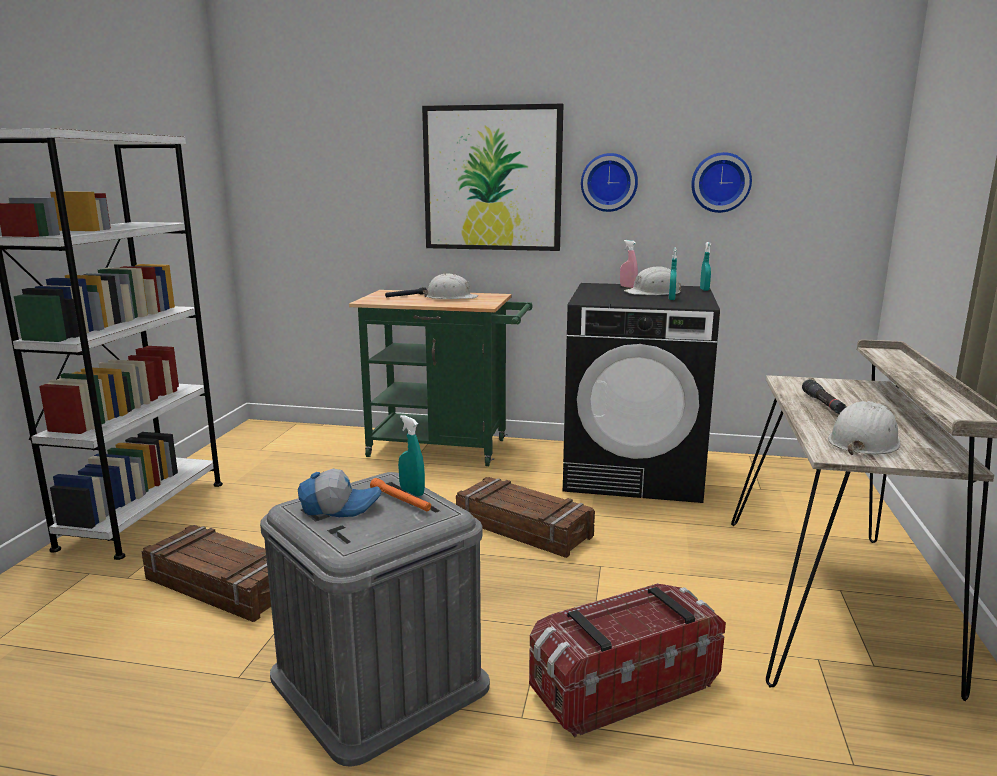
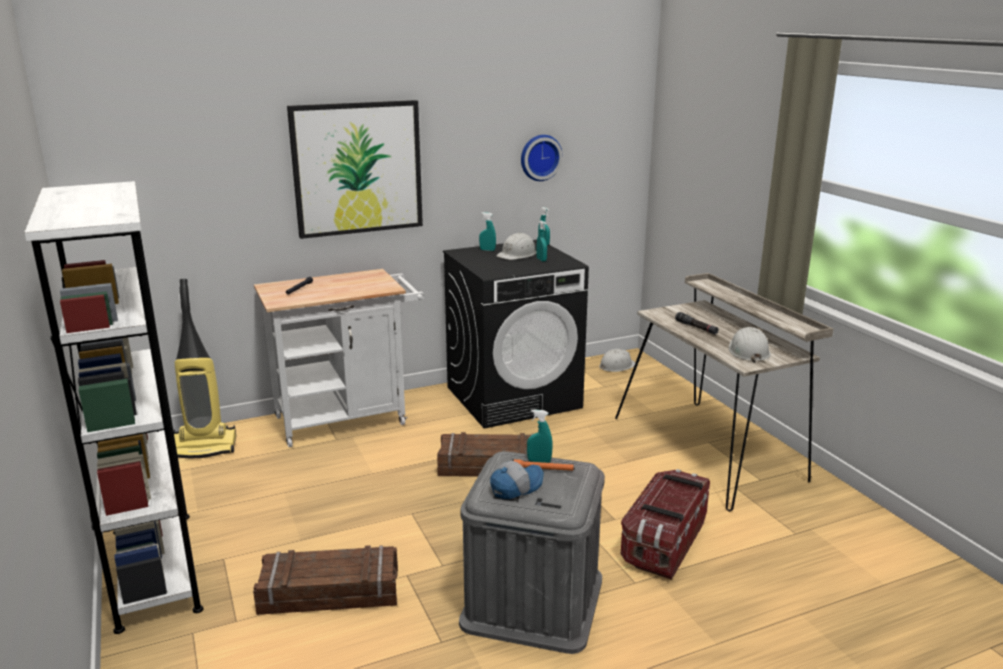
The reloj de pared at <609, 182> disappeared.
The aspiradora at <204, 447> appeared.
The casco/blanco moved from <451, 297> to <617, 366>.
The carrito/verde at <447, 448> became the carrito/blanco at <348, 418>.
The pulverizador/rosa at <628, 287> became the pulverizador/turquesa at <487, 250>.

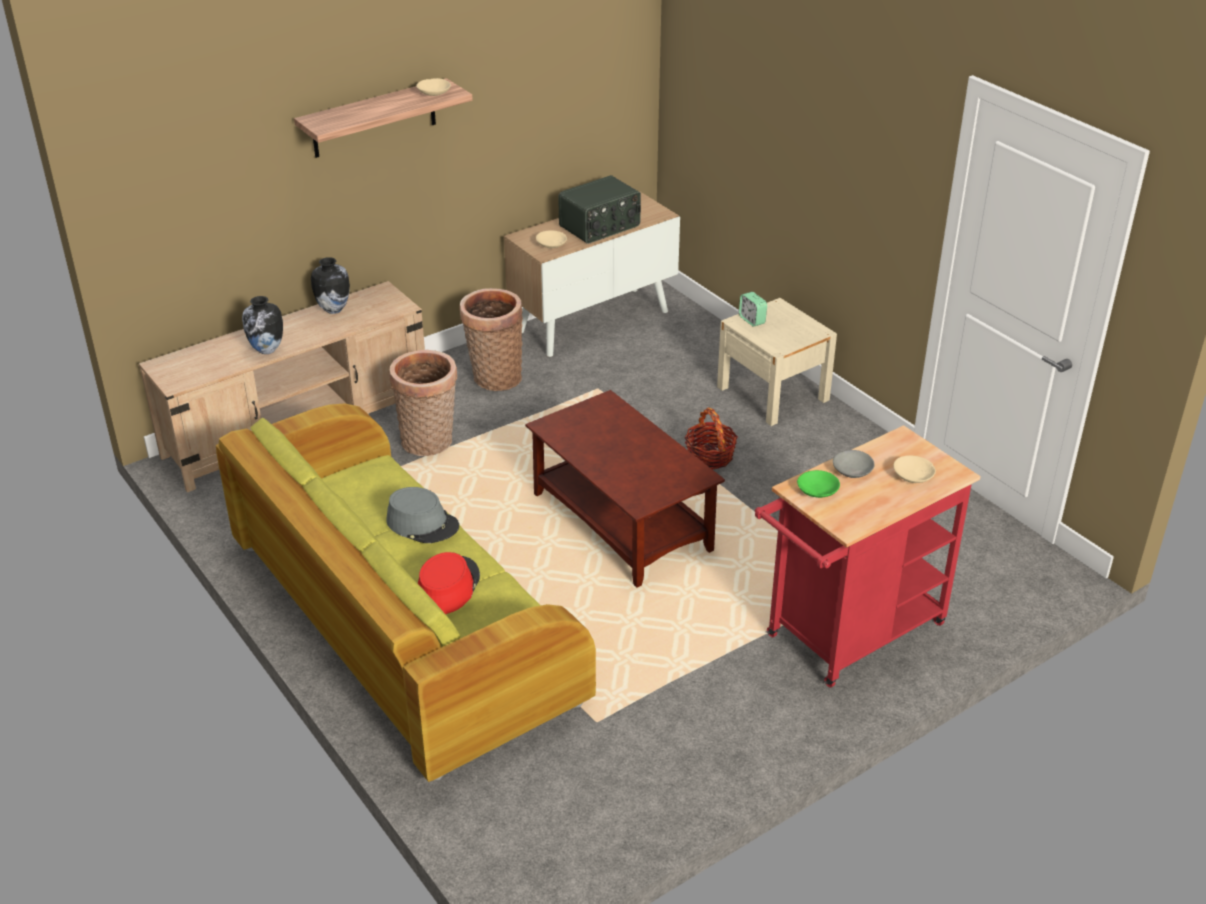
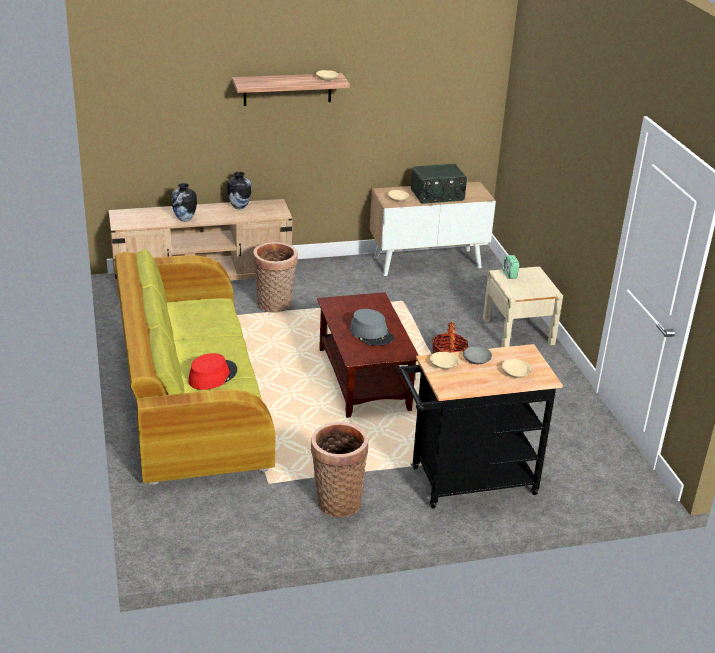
The sombrero/gris moved from <423, 523> to <372, 334>.
The cesta moved from <494, 377> to <336, 501>.
The carrito/rojo at <847, 636> became the carrito/negro at <465, 483>.
The cuenco/verde at <817, 491> became the cuenco/beis at <443, 365>.

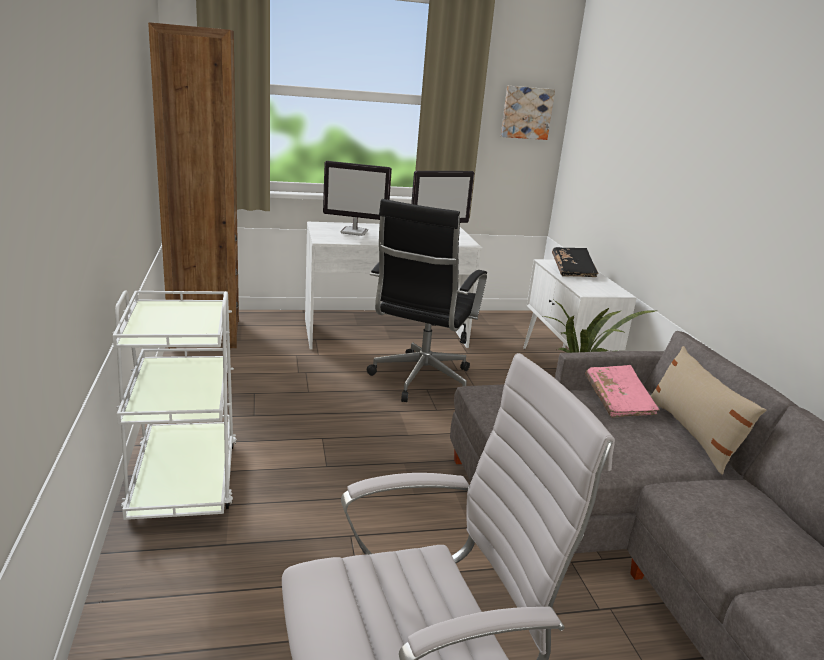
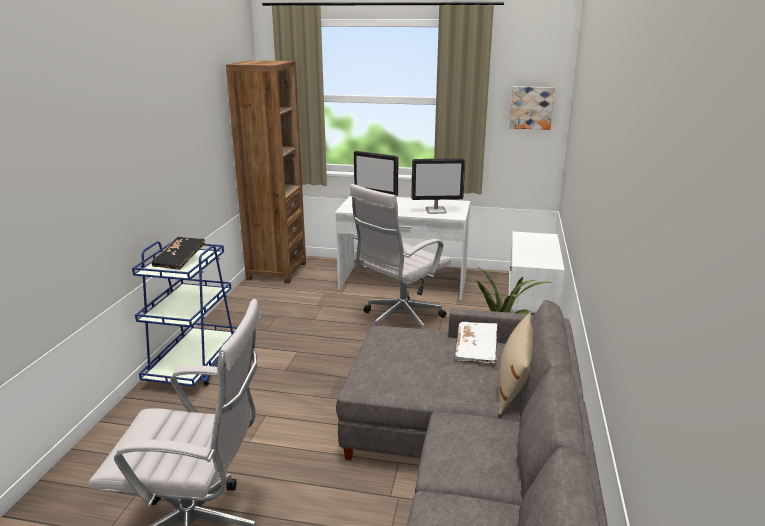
The libro/negro moved from <573, 270> to <180, 261>.
The carrito/blanco at <184, 480> became the carrito/azul at <195, 364>.
The silla de oficina/negro at <420, 382> became the silla de oficina/blanco at <399, 321>.
The libro/rosa at <618, 401> became the libro/blanco at <476, 351>.

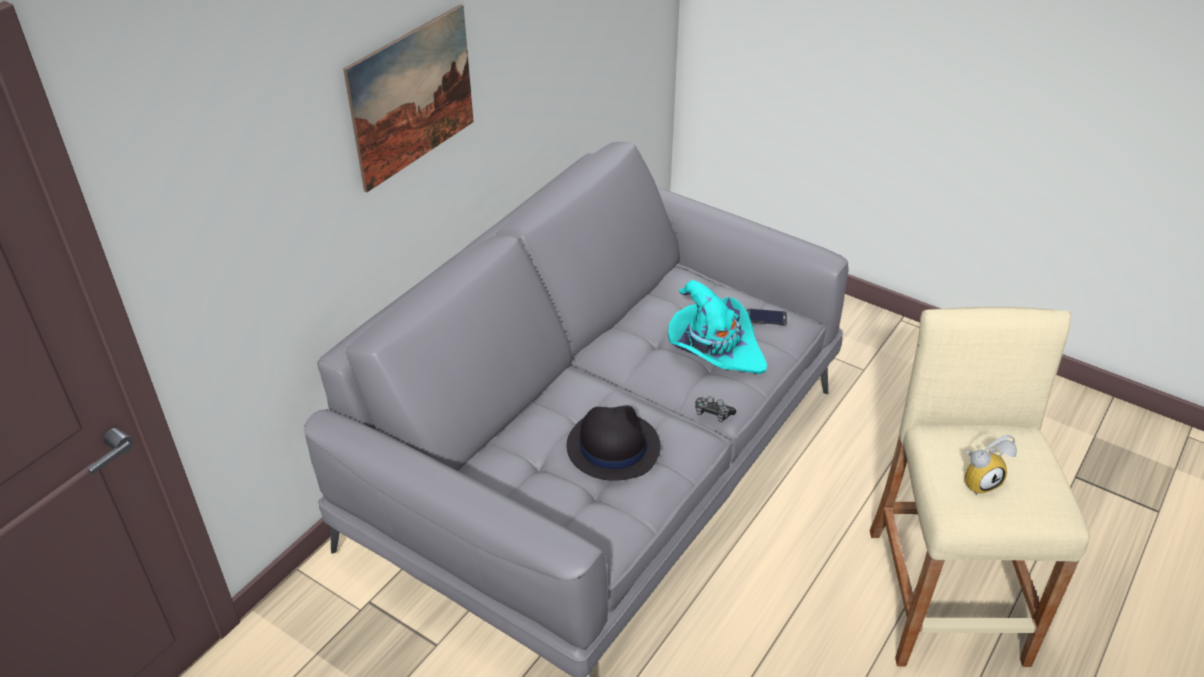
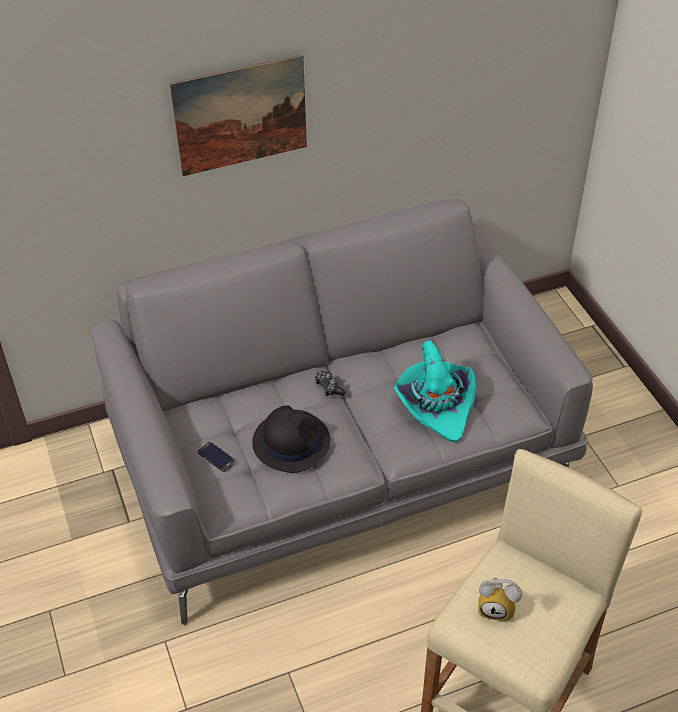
The mando de consola moved from <713, 413> to <328, 387>.
The móvil moved from <766, 317> to <216, 457>.

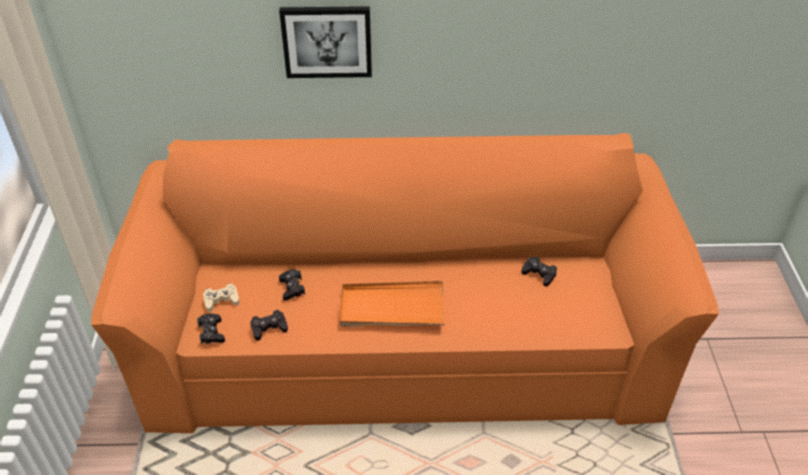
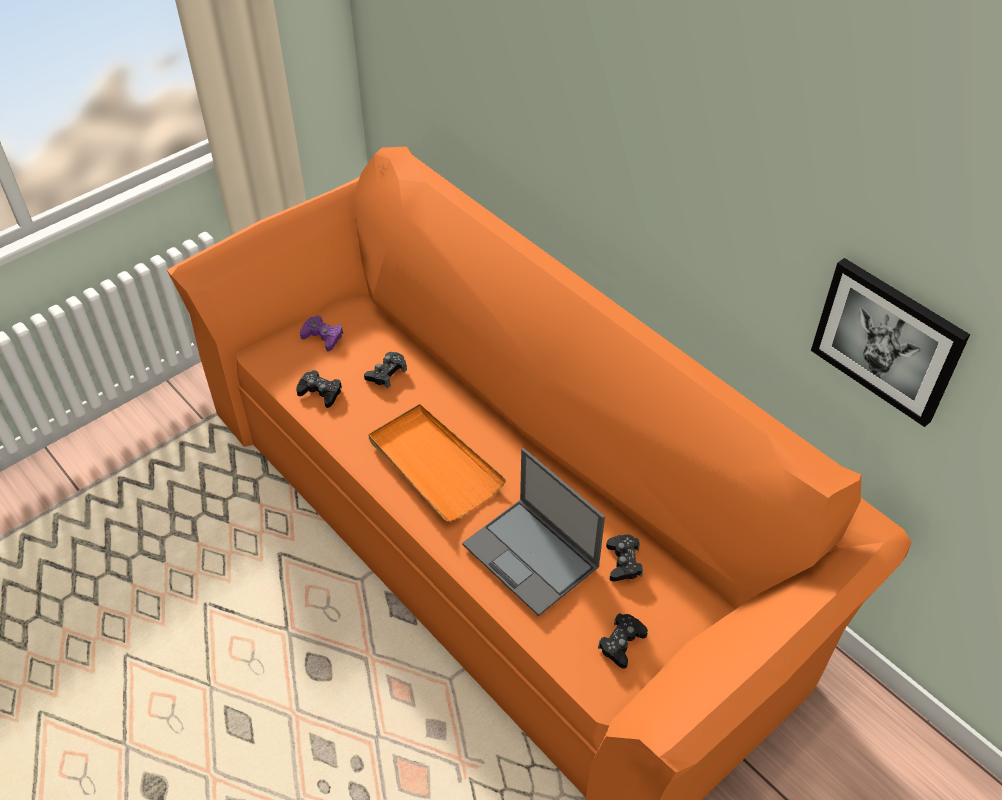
The portátil at <532, 556> appeared.
The mando de consola/negro moved from <211, 332> to <621, 643>.
The cuadro moved from <327, 41> to <888, 340>.
The mando de consola/beis at <221, 300> became the mando de consola/morado at <322, 337>.

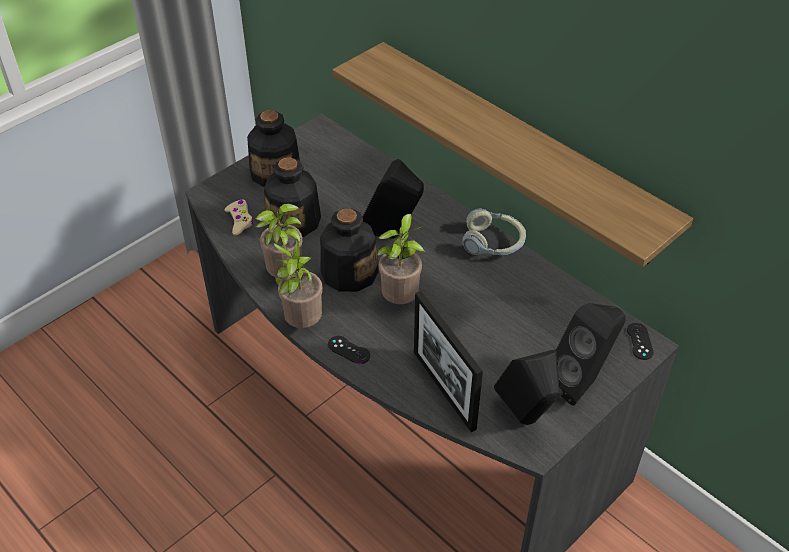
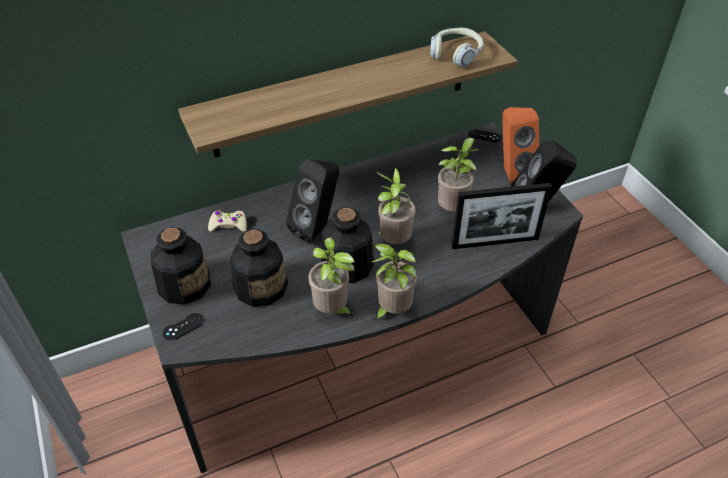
The planta en maceta at <453, 209> appeared.
The mando de consola/beis moved from <240, 220> to <228, 225>.
The mando de consola/negro moved from <349, 350> to <183, 326>.
The auriculares moved from <494, 243> to <456, 54>.
The altavoz/negro at <581, 383> became the altavoz/naranja at <511, 173>.

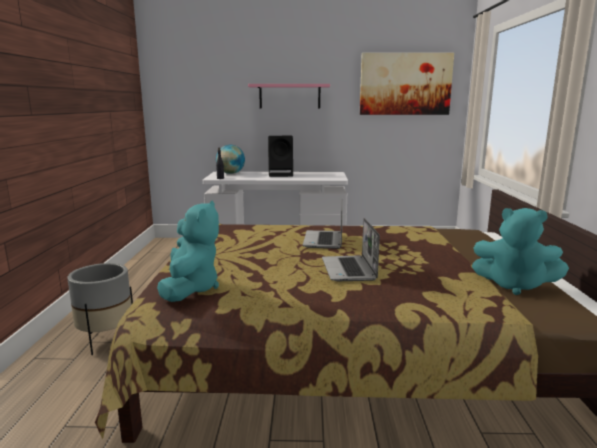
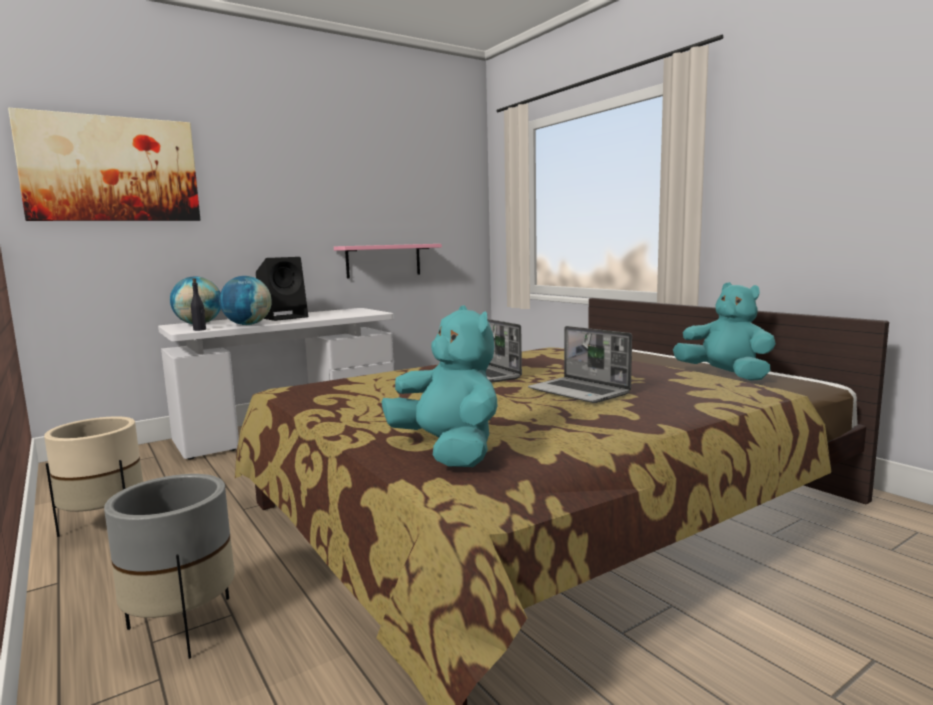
The maceta/beis at <105, 525> appeared.
The globo terráqueo at <248, 324> appeared.
The estante/rosa moved from <289, 96> to <383, 260>.
The cuadro moved from <405, 84> to <112, 169>.
The peluche/turquesa at <514, 285> turned 120 degrees counterclockwise.

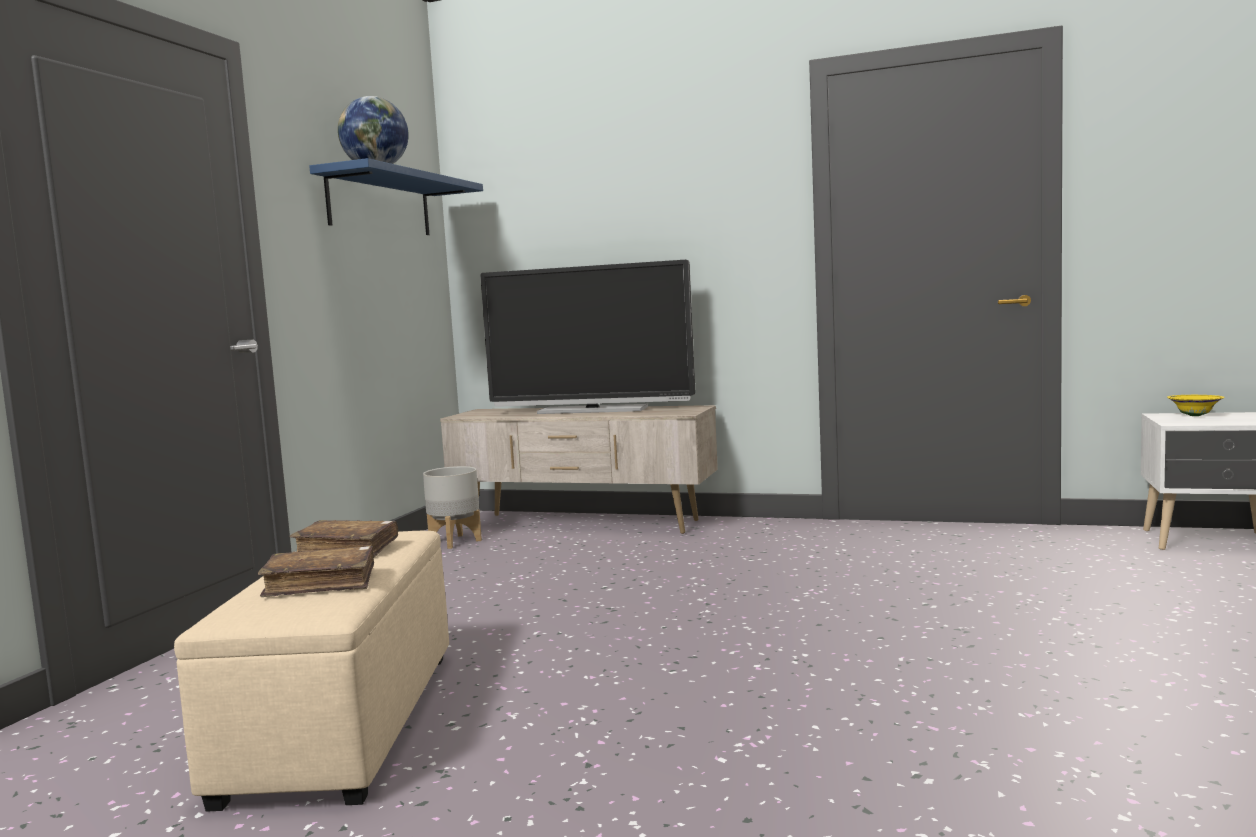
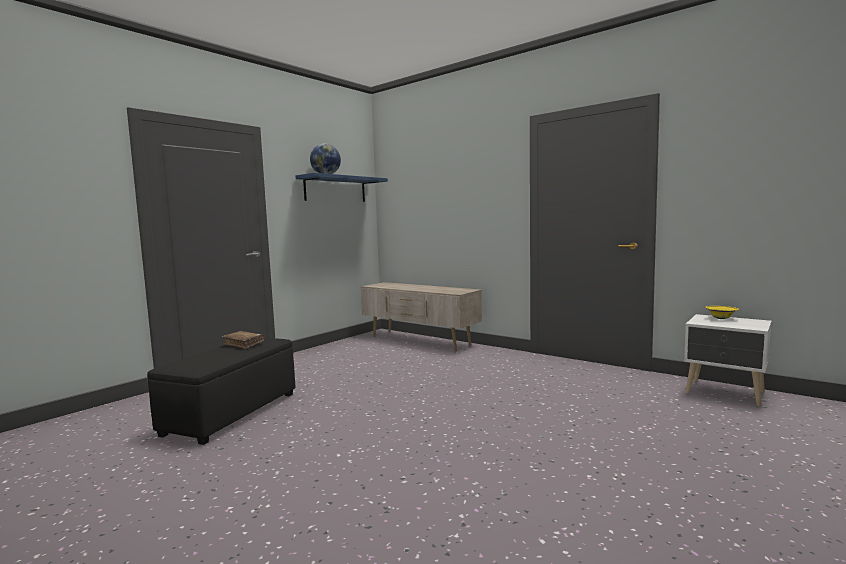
The libro/marrón at <321, 584> disappeared.
The maceta/gris at <455, 541> disappeared.
The televisor at <592, 410> disappeared.
The puf/beis at <343, 724> became the puf/negro at <231, 414>.

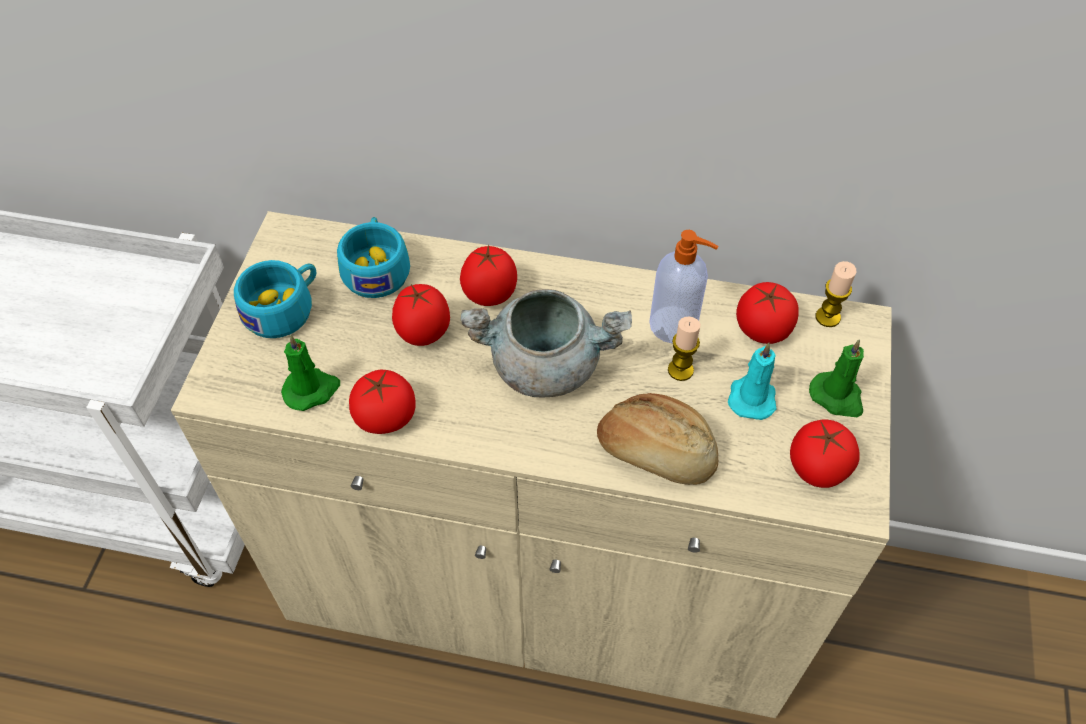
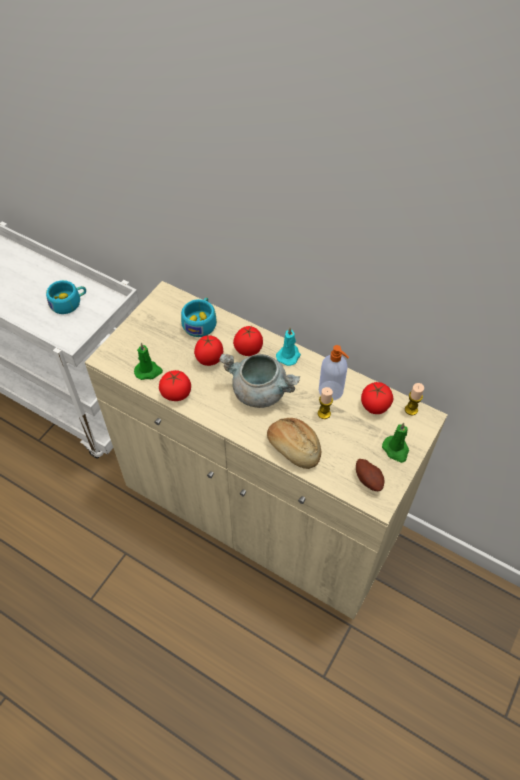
The taza/turquesa moved from <285, 308> to <69, 303>.
The vela/turquesa moved from <751, 396> to <289, 355>.
The tomate at <817, 467> was replaced by the patata at <369, 480>.

